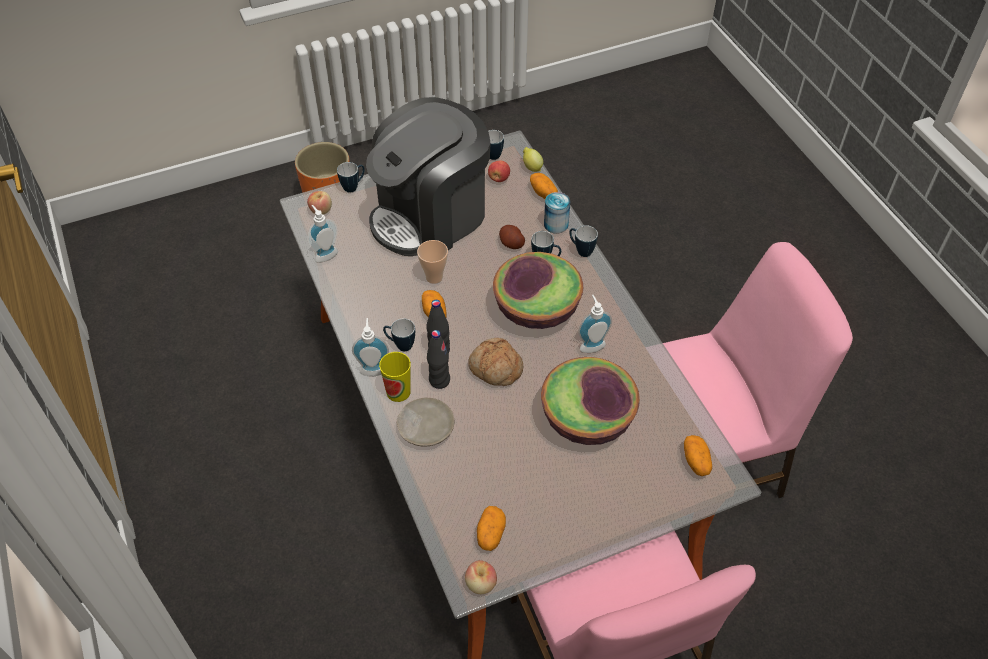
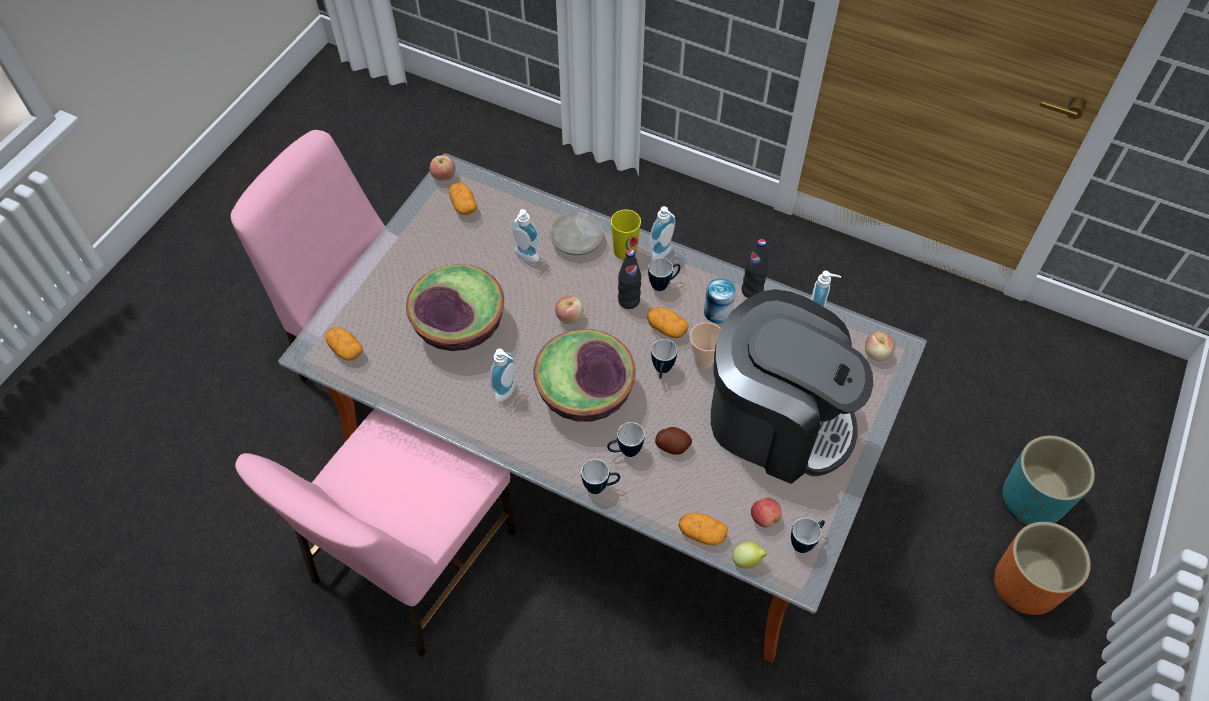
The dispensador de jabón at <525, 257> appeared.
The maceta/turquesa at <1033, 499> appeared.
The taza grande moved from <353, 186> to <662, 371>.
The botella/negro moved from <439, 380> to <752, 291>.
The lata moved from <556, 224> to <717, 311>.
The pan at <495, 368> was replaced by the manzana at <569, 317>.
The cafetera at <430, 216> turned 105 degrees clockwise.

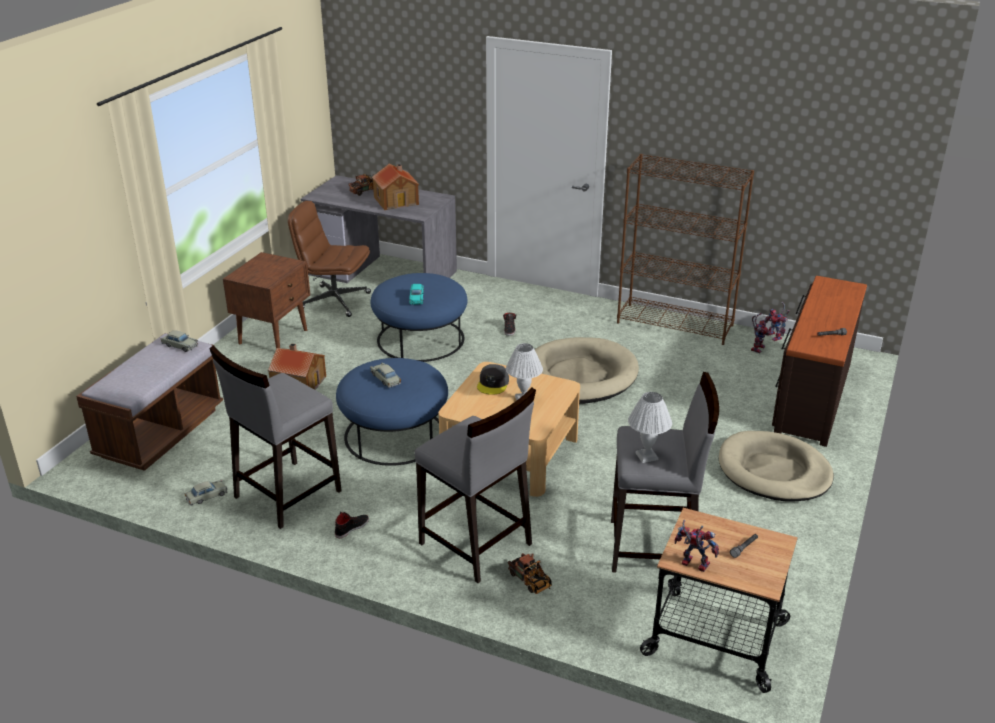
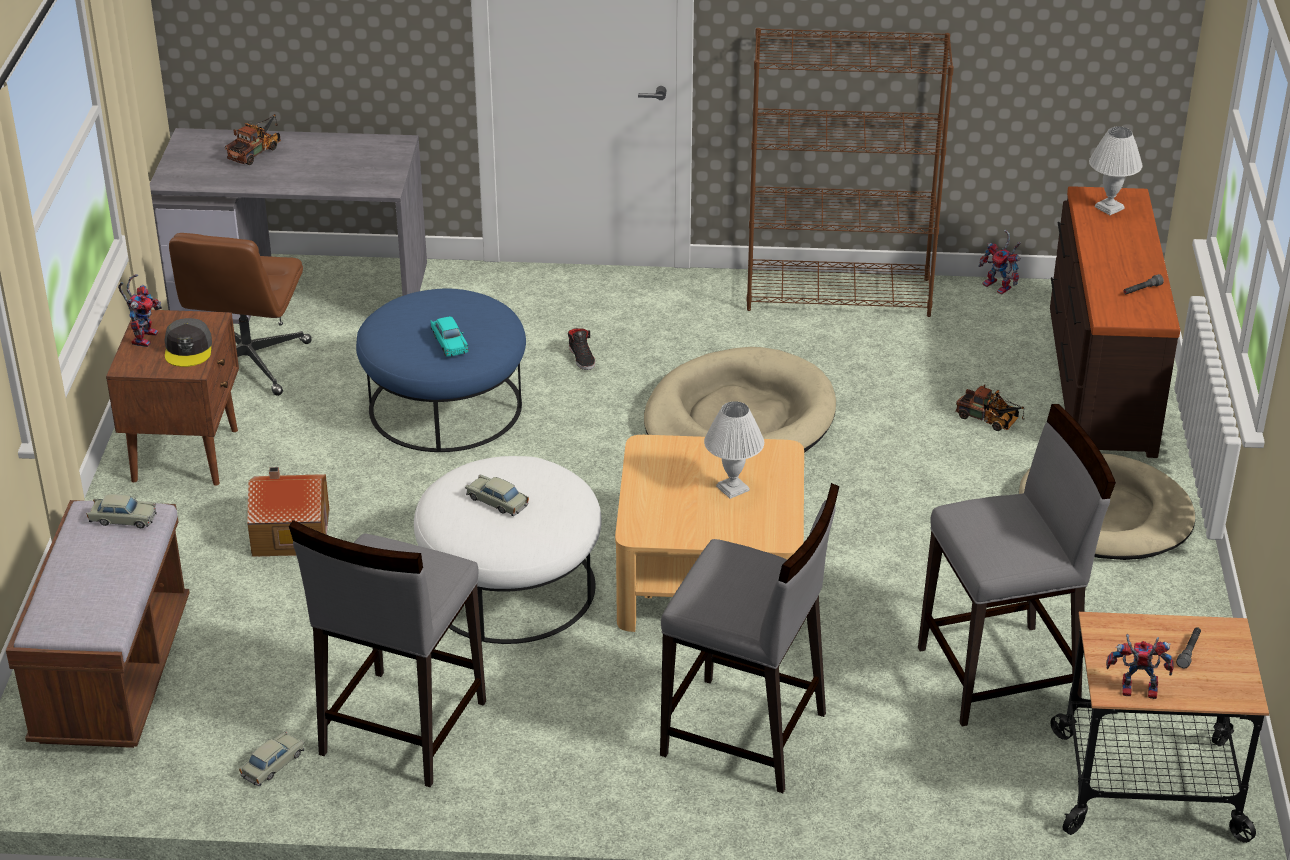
The zapato/negro at <351, 528> disappeared.
The casita at <396, 200> disappeared.
The gorra/gris moved from <493, 384> to <189, 349>.
The camión de juguete moved from <531, 582> to <990, 420>.
The lámpara de mesa/blanco moved from <646, 456> to <1109, 208>.
The robot de juguete moved from <757, 347> to <143, 336>.
The puf/azul at <395, 435> became the puf/blanco at <511, 587>.
The silla de oficina/marrón at <334, 301> turned 75 degrees counterclockwise.

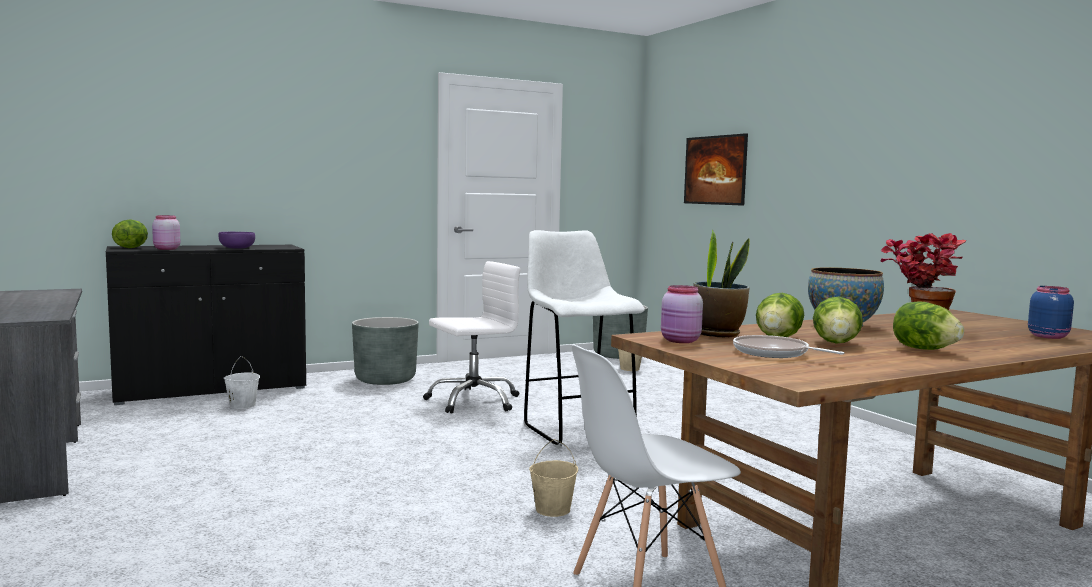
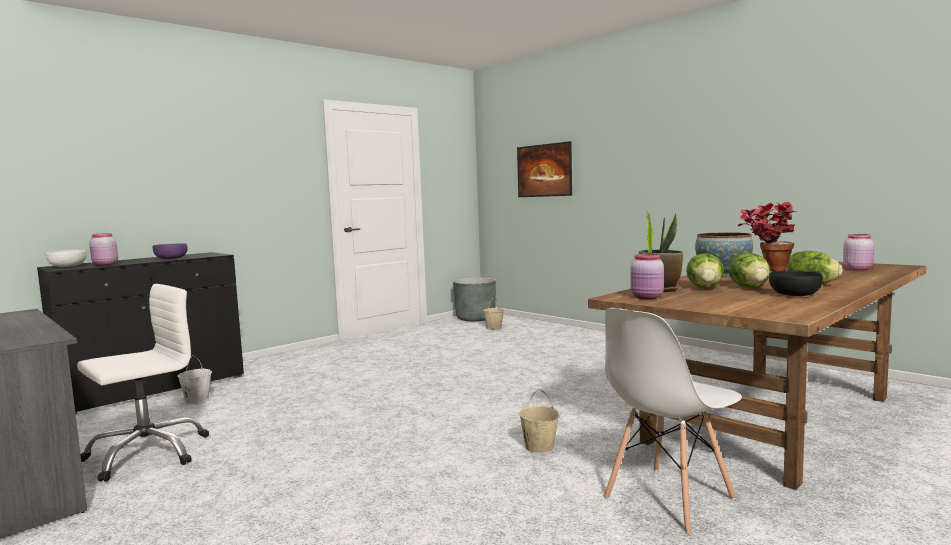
The maceta/gris at <385, 379> disappeared.
The taburete/blanco at <577, 431> disappeared.
The sartén at <774, 353> disappeared.
The cuenco/negro at <795, 295> appeared.
The silla de oficina/blanco moved from <473, 401> to <147, 453>.
The lechuga at <131, 248> was replaced by the cuenco/blanco at <67, 266>.
The tarro/azul at <1048, 336> became the tarro/rosa at <857, 269>.

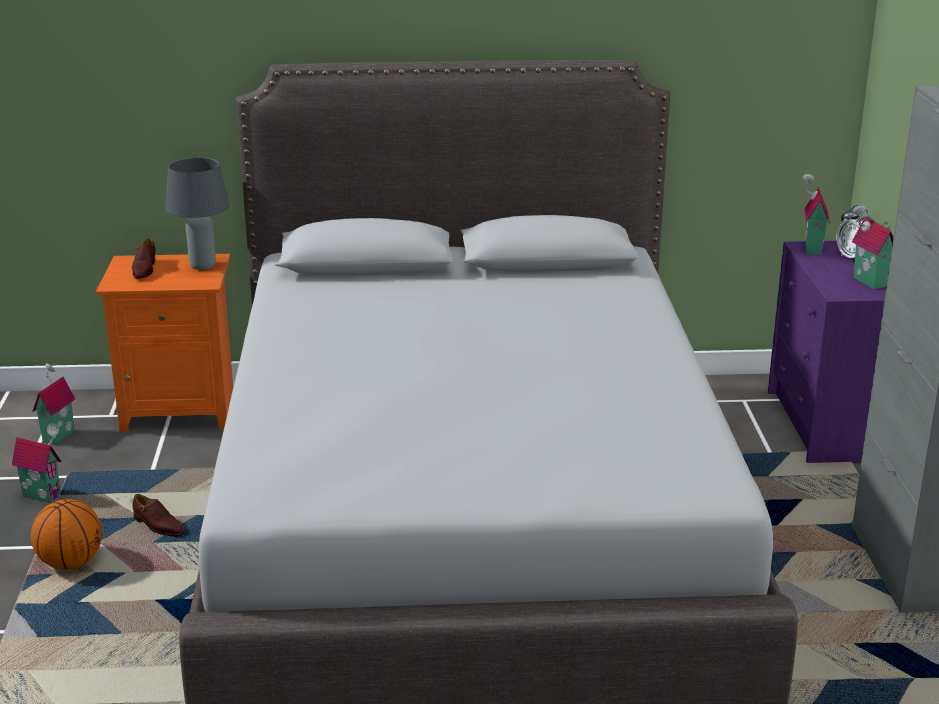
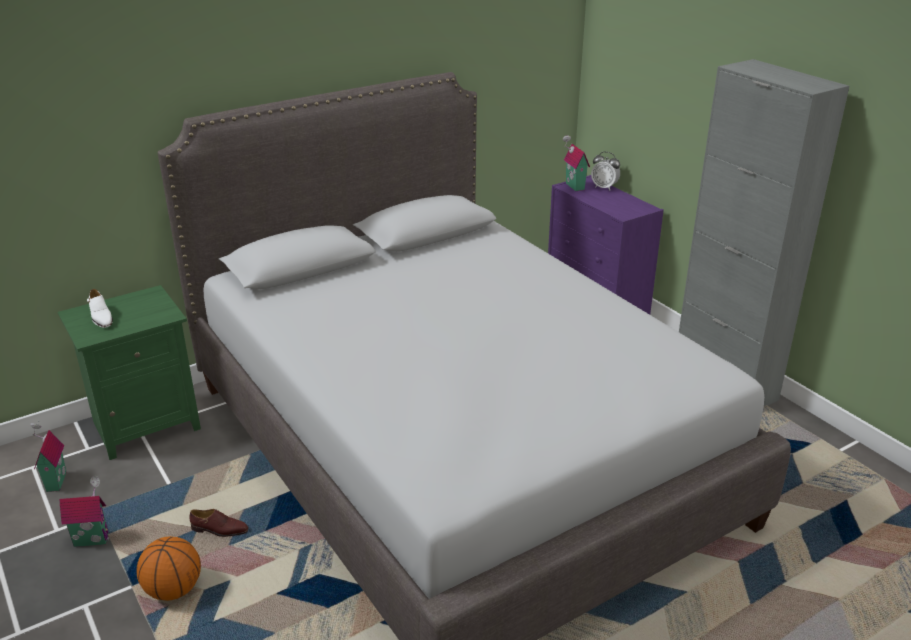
The lámpara de mesa/gris at <202, 266> disappeared.
The casita at <867, 282> disappeared.
The mesita de noche/naranja at <179, 410> became the mesita de noche/verde at <145, 425>.
The zapato/marrón at <144, 269> became the zapato/blanco at <101, 317>.

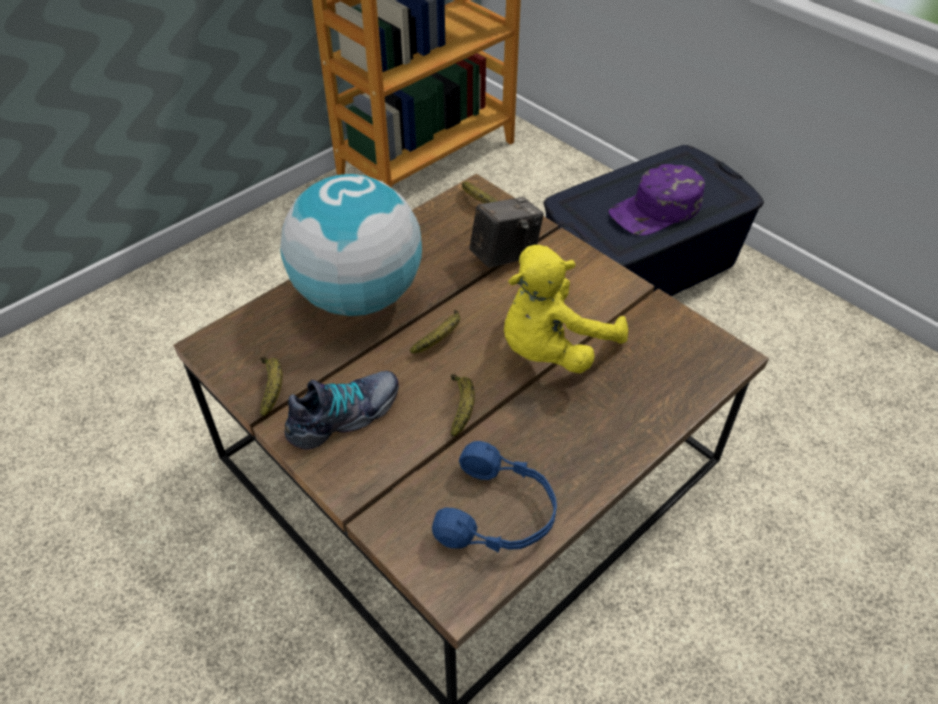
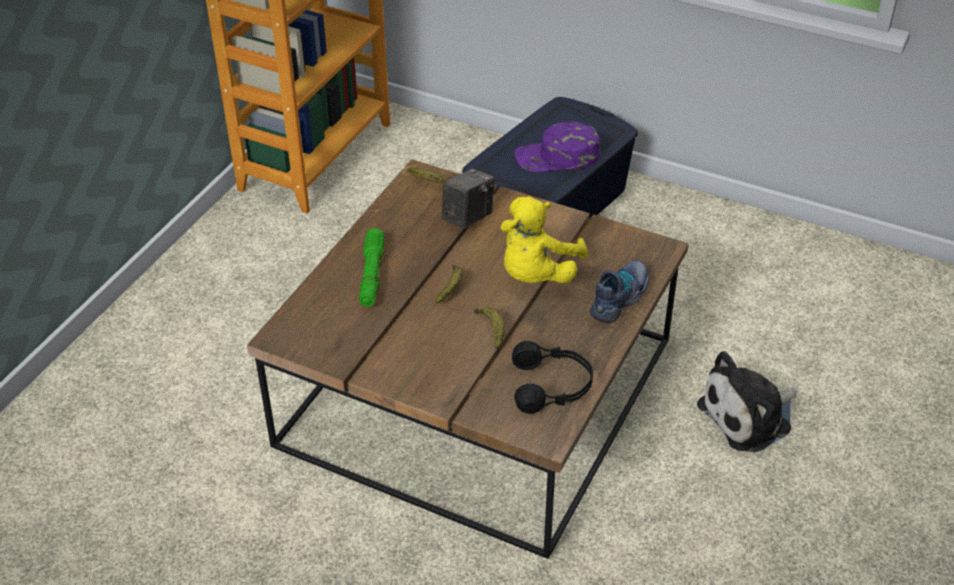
The plátano at <272, 388> disappeared.
The peluche at <749, 416> appeared.
The zapato moved from <345, 417> to <620, 297>.
The globo terráqueo at <358, 296> was replaced by the linterna/verde at <371, 275>.
The auriculares/azul at <499, 514> became the auriculares/negro at <552, 386>.
The gorra/morado at <656, 210> turned 45 degrees clockwise.

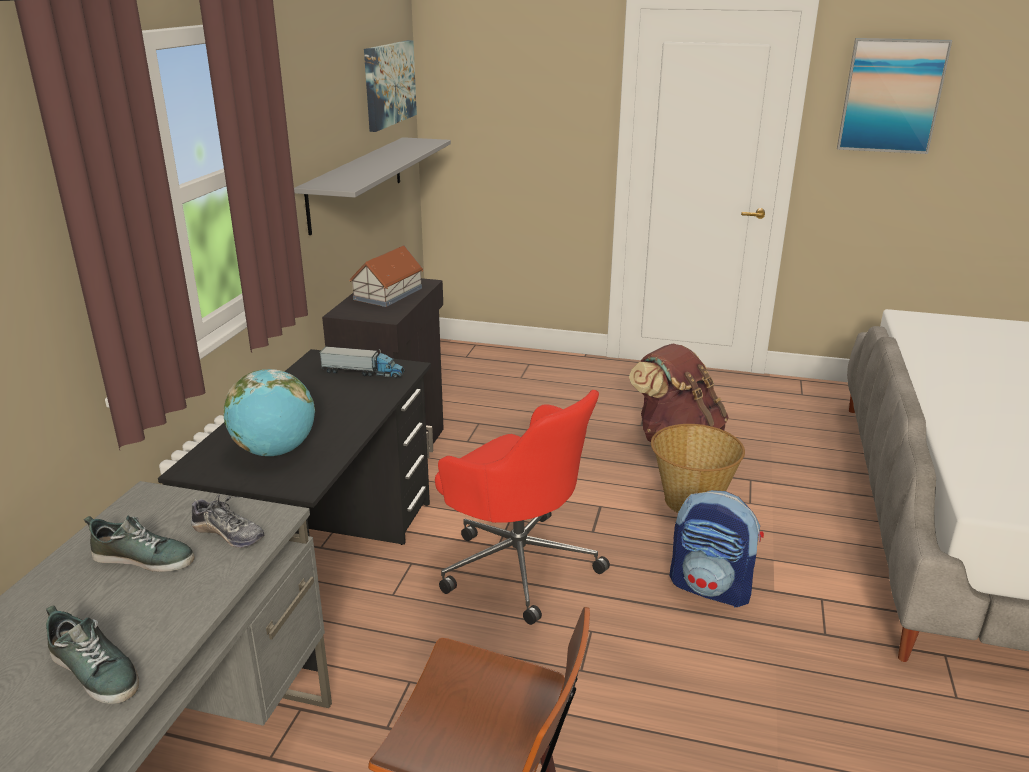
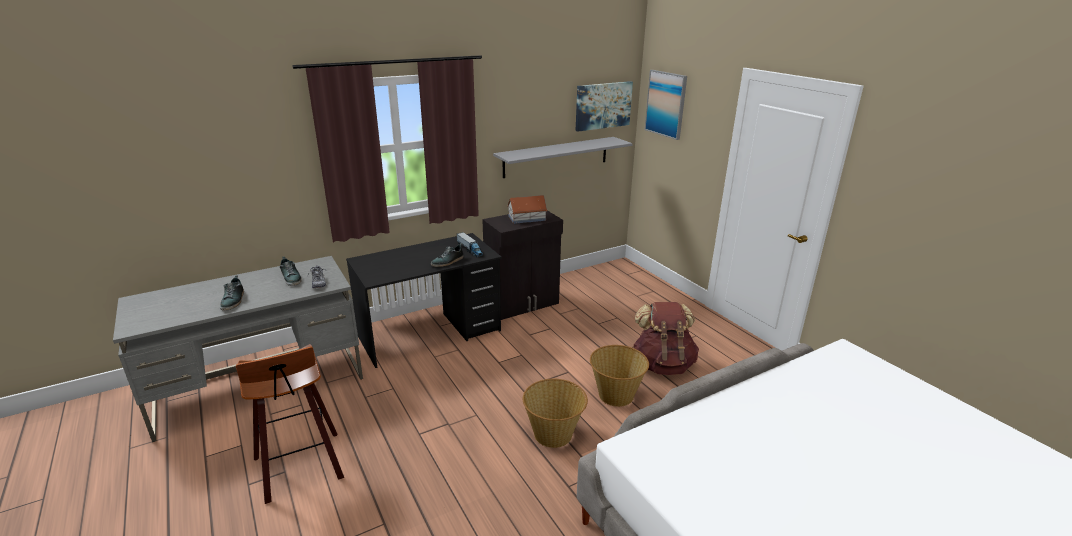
The globo terráqueo at <275, 451> disappeared.
The silla de oficina/rojo at <517, 563> disappeared.
The zapato at <448, 262> appeared.
The cuadro moved from <891, 96> to <666, 104>.
The mochila at <711, 588> was replaced by the cesta at <553, 434>.

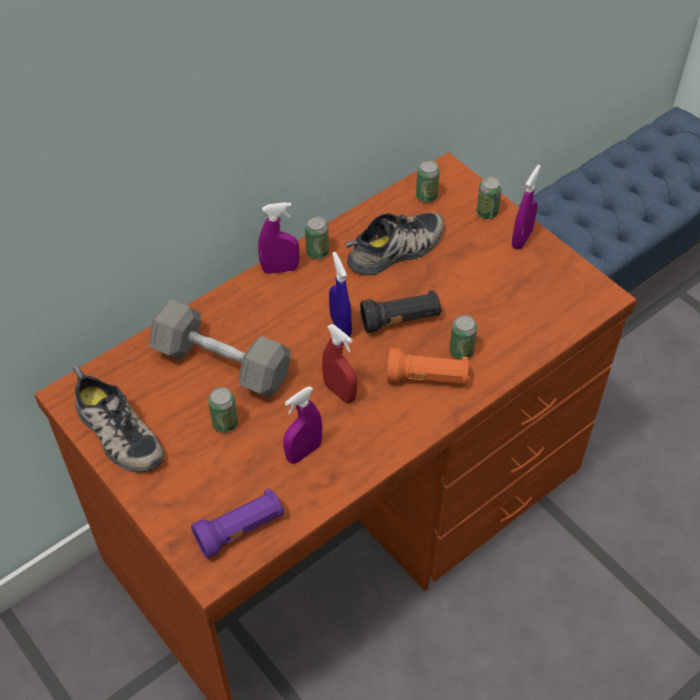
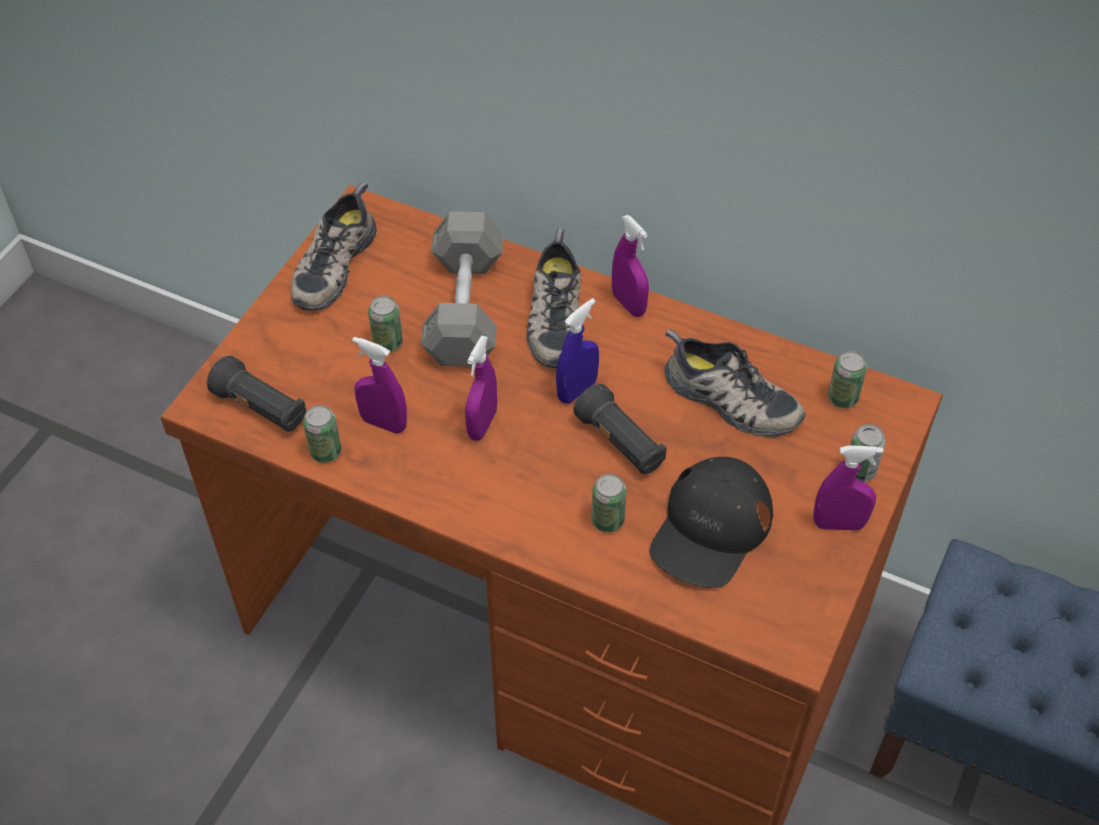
The linterna/naranja at <427, 378> disappeared.
The zapato at <553, 317> appeared.
The gorra/negro at <710, 528> appeared.
The lata moved from <317, 252> to <325, 452>.
The linterna/morado at <241, 530> became the linterna/negro at <261, 409>.
The pulverizador/rojo at <340, 392> became the pulverizador/morado at <482, 424>.

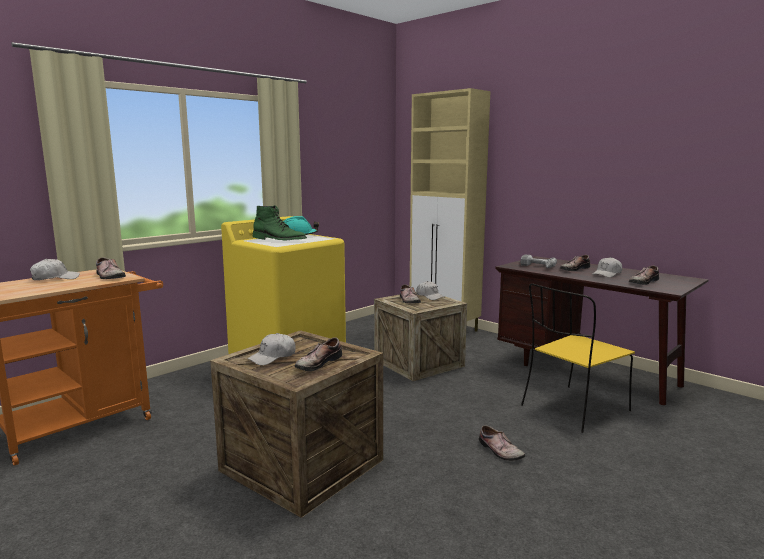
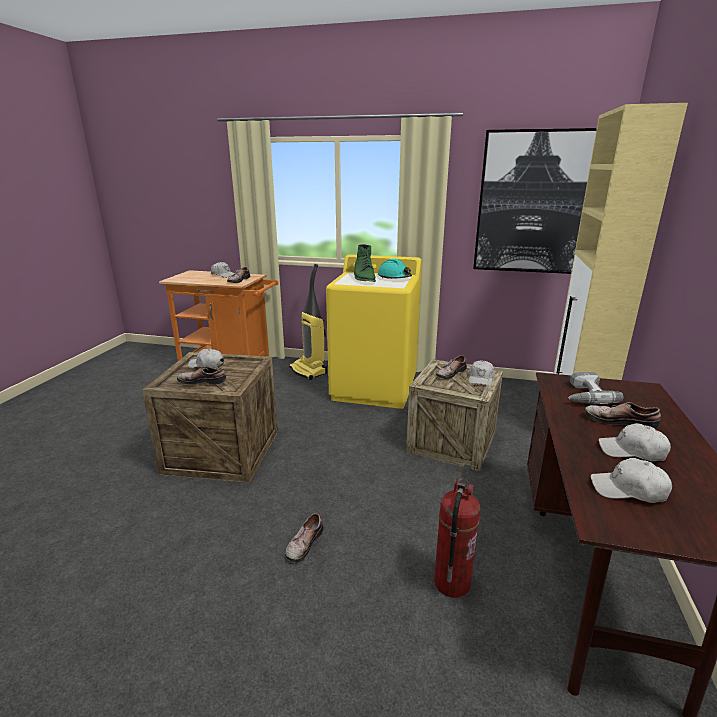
The aspiradora at <309, 371> appeared.
The cuadro at <531, 203> appeared.
The silla/amarillo at <573, 409> was replaced by the extintor at <452, 583>.
The zapato at <642, 282> was replaced by the gorra/blanco at <628, 490>.

